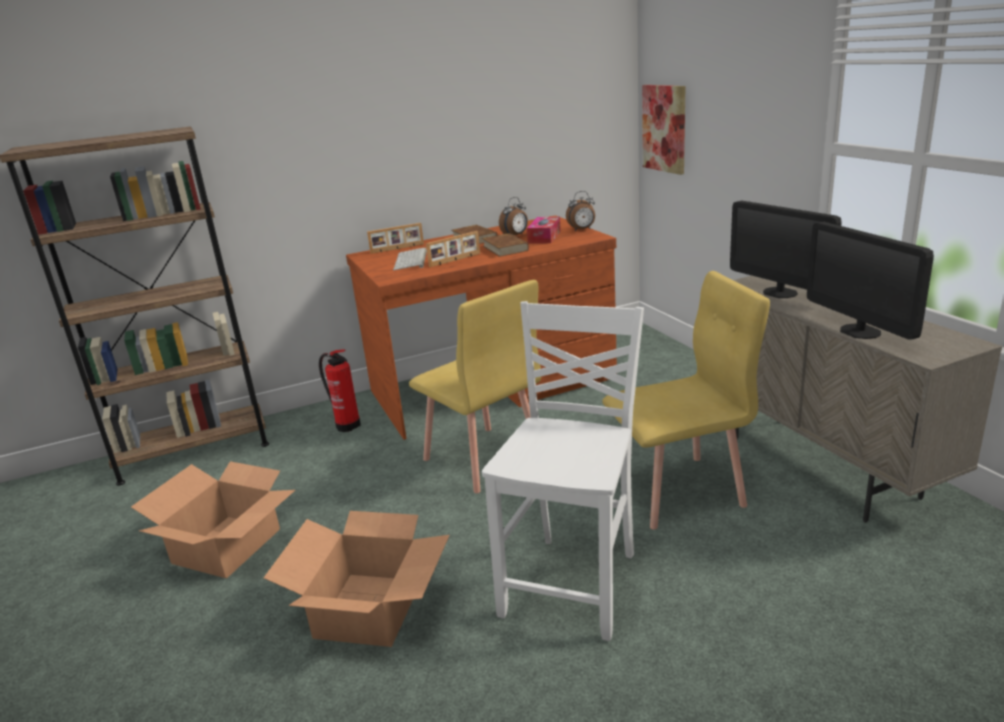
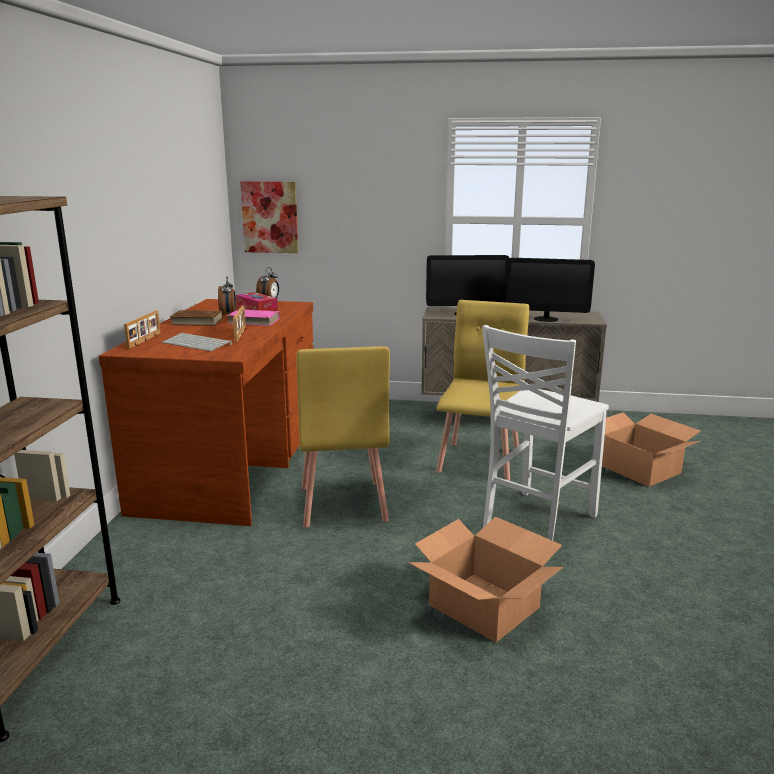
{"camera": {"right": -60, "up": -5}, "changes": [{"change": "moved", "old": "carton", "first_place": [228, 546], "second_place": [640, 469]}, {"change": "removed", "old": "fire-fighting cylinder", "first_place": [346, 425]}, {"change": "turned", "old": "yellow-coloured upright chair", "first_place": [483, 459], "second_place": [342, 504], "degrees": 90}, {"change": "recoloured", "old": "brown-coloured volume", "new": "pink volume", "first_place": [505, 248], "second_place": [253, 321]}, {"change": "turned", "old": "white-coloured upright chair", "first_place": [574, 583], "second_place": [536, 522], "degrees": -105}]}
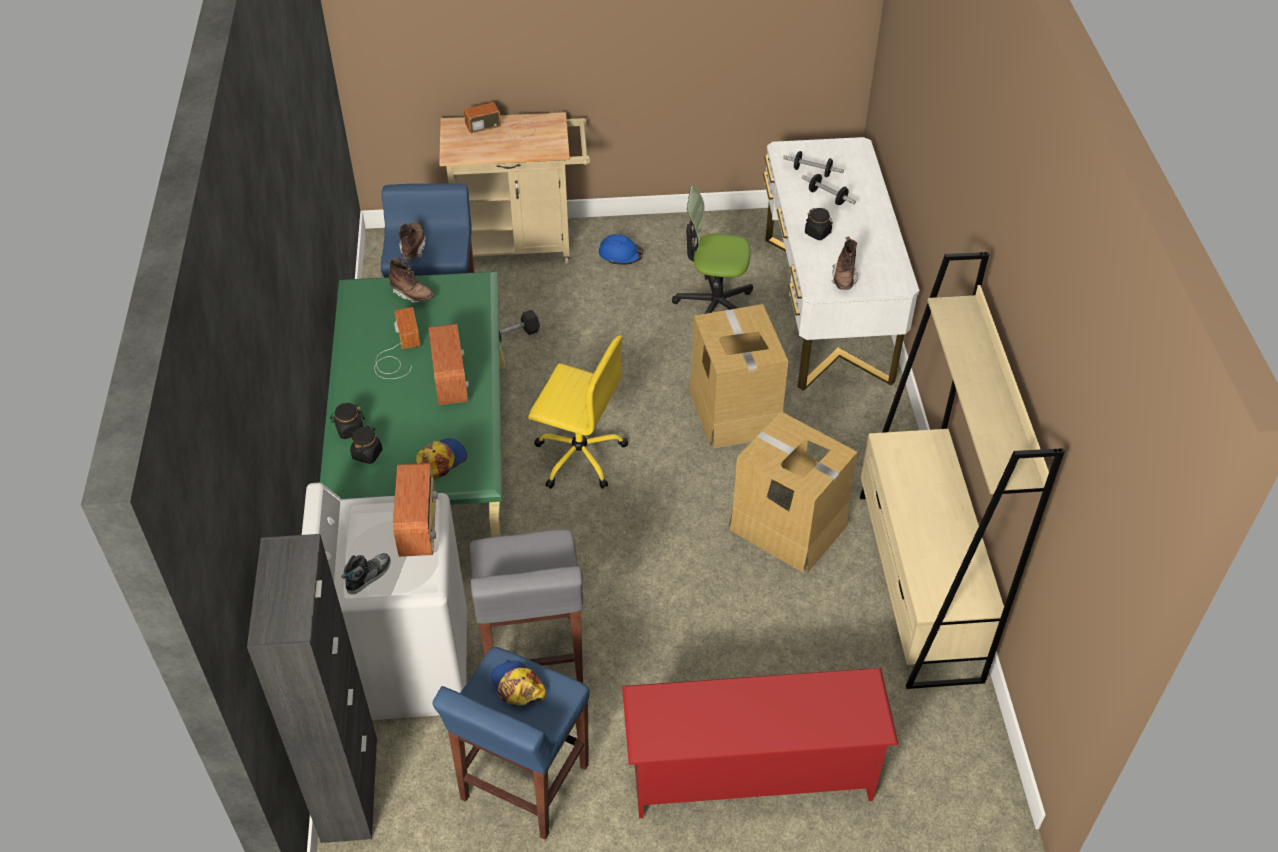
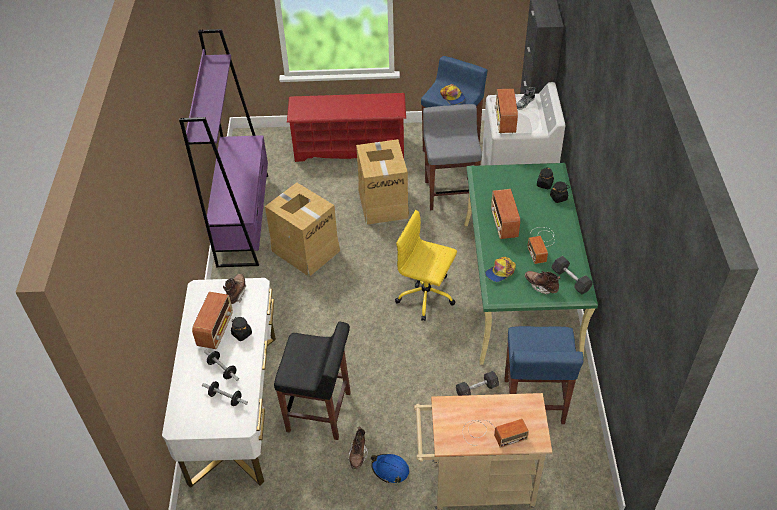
{"camera": {"right": -175, "up": 0}, "changes": [{"change": "moved", "old": "brown-coloured high-top boot", "first_place": [413, 247], "second_place": [358, 455]}, {"change": "moved", "old": "cap", "first_place": [441, 460], "second_place": [500, 272]}, {"change": "replaced", "old": "office chair", "new": "black-coloured stool seat", "first_place": [714, 305], "second_place": [320, 412]}, {"change": "moved", "old": "carton", "first_place": [734, 411], "second_place": [383, 203]}, {"change": "recoloured", "old": "beige-coloured bookcase", "new": "purple bookcase", "first_place": [918, 585], "second_place": [243, 218]}, {"change": "added", "new": "radio set", "second_place": [216, 330]}, {"change": "added", "new": "gray free weight", "second_place": [570, 280]}]}
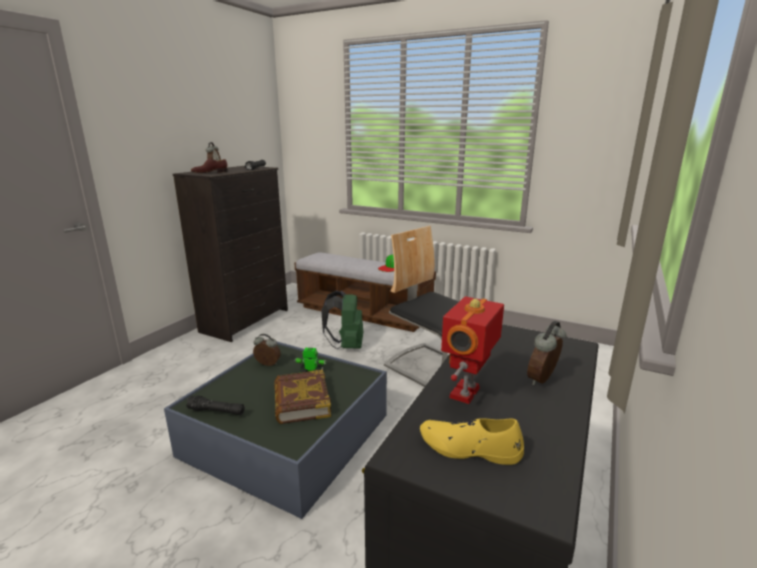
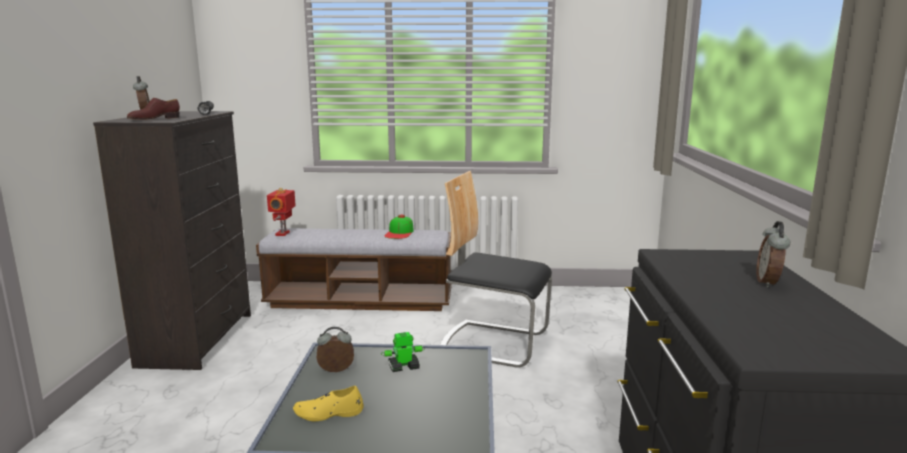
{"camera": {"right": -25, "up": -5}, "changes": [{"change": "removed", "old": "black-coloured flashlight", "first_place": [216, 411]}, {"change": "removed", "old": "volume", "first_place": [301, 401]}, {"change": "removed", "old": "greenish rucksack", "first_place": [346, 346]}, {"change": "moved", "old": "yellow-coloured low shoe", "first_place": [469, 448], "second_place": [328, 413]}, {"change": "moved", "old": "model robot", "first_place": [467, 393], "second_place": [283, 234]}]}
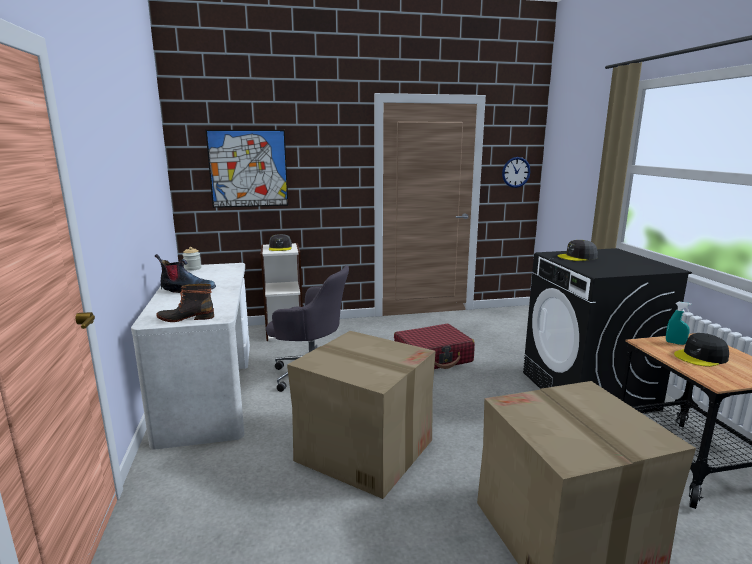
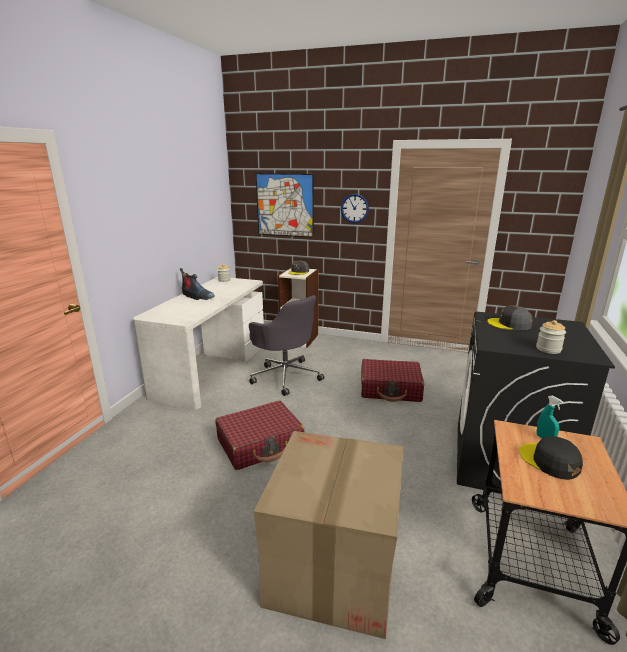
{"camera": {"right": 30, "up": 5}, "changes": [{"change": "removed", "old": "high-top boot", "first_place": [186, 318]}, {"change": "replaced", "old": "carton", "new": "red-coloured suitcase", "first_place": [364, 449], "second_place": [260, 444]}, {"change": "moved", "old": "hanging clock", "first_place": [516, 172], "second_place": [354, 208]}, {"change": "turned", "old": "black-coloured cap", "first_place": [701, 357], "second_place": [549, 461], "degrees": 45}, {"change": "added", "new": "preserve jar", "second_place": [548, 349]}]}
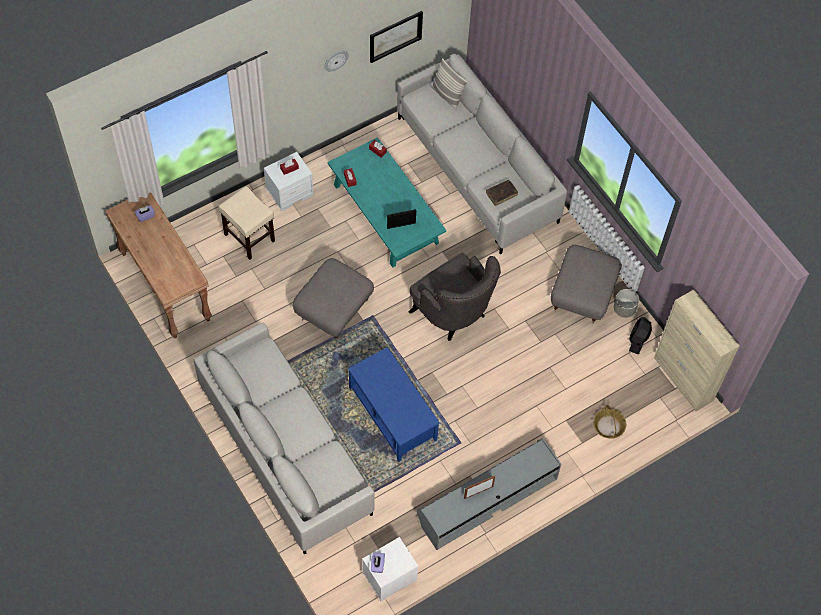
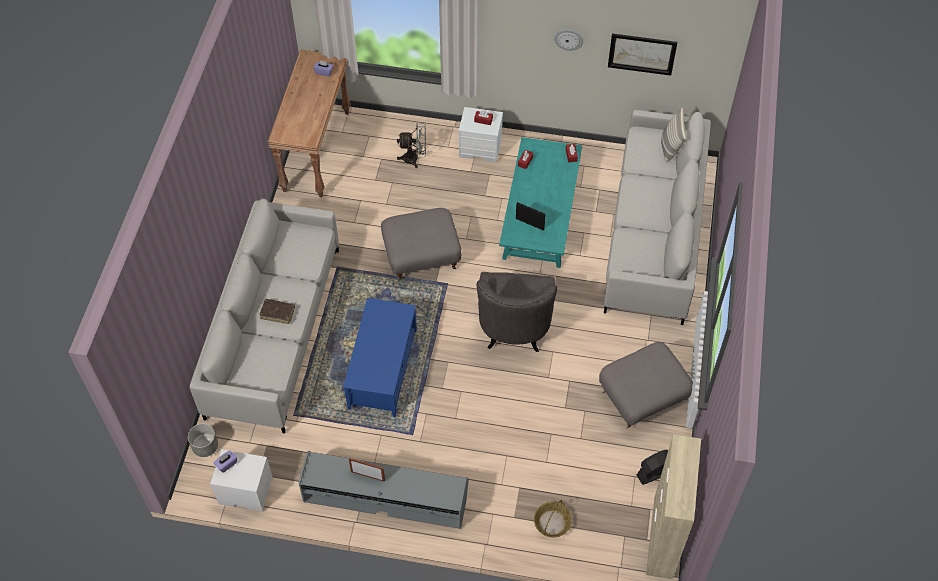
{"camera": {"right": 45, "up": -5}, "changes": [{"change": "replaced", "old": "beige-coloured stool seat", "new": "gray fan", "first_place": [249, 237], "second_place": [414, 159]}, {"change": "moved", "old": "brown-coloured volume", "first_place": [501, 194], "second_place": [277, 313]}, {"change": "moved", "old": "gray planter", "first_place": [624, 309], "second_place": [205, 446]}]}
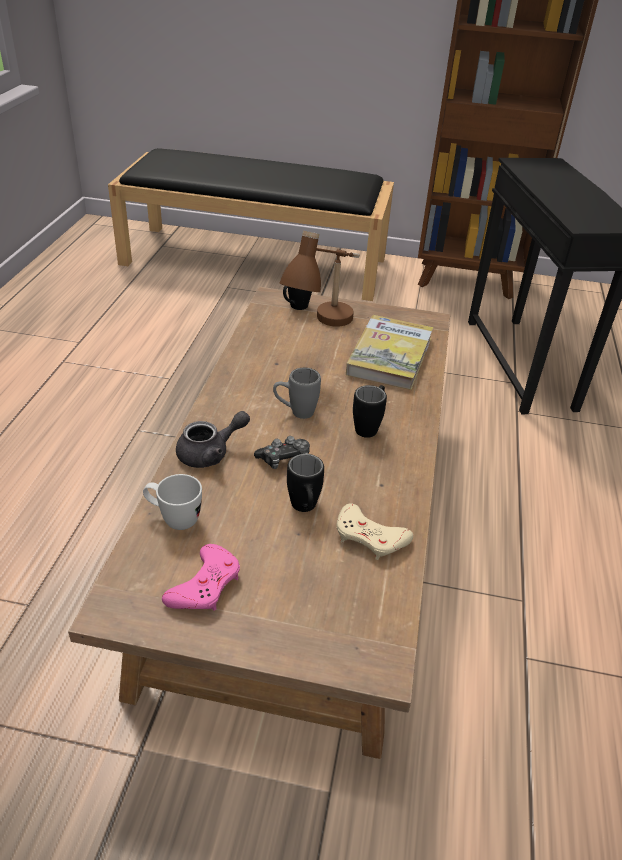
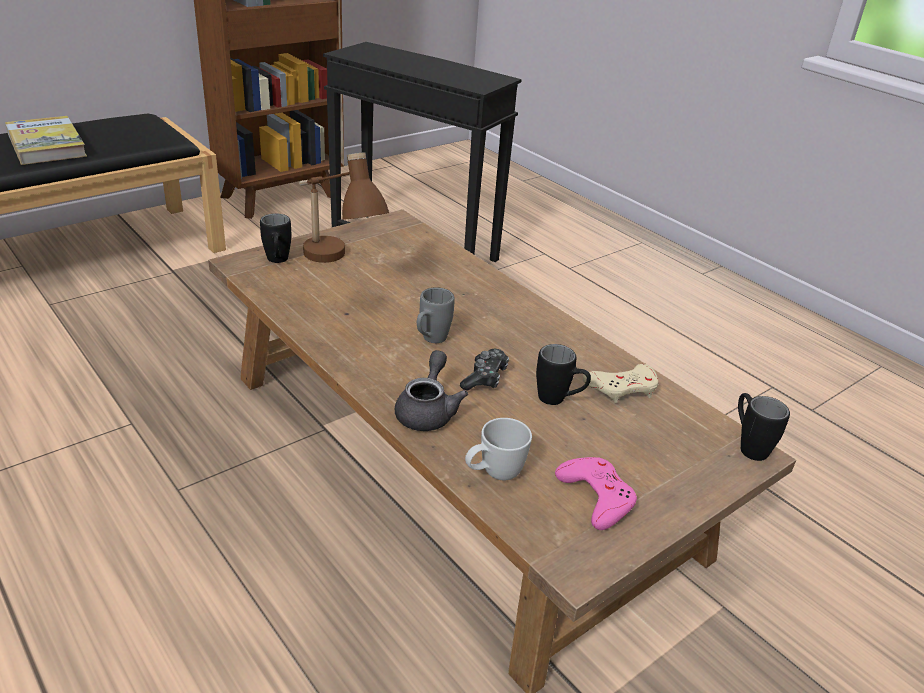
{"camera": {"right": -50, "up": -5}, "changes": [{"change": "moved", "old": "volume", "first_place": [390, 356], "second_place": [46, 145]}, {"change": "moved", "old": "black-coloured coffee mug", "first_place": [369, 426], "second_place": [748, 445]}]}
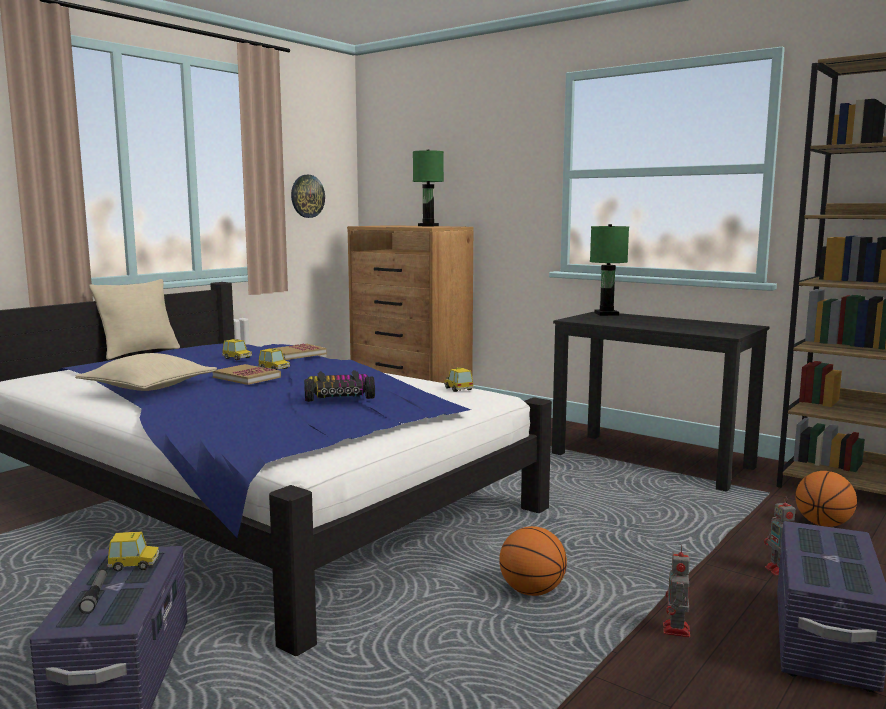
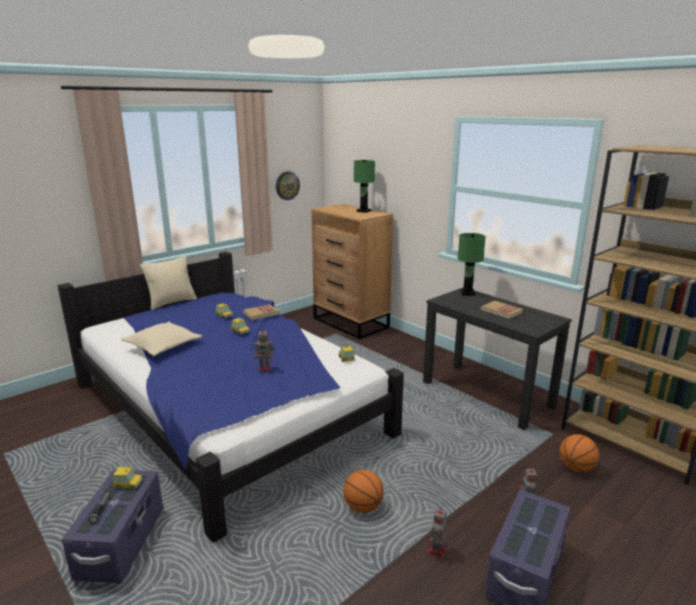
{"camera": {"right": 10, "up": 10}, "changes": [{"change": "moved", "old": "volume", "first_place": [247, 377], "second_place": [501, 311]}, {"change": "replaced", "old": "miniature car", "new": "model robot", "first_place": [339, 396], "second_place": [265, 368]}]}
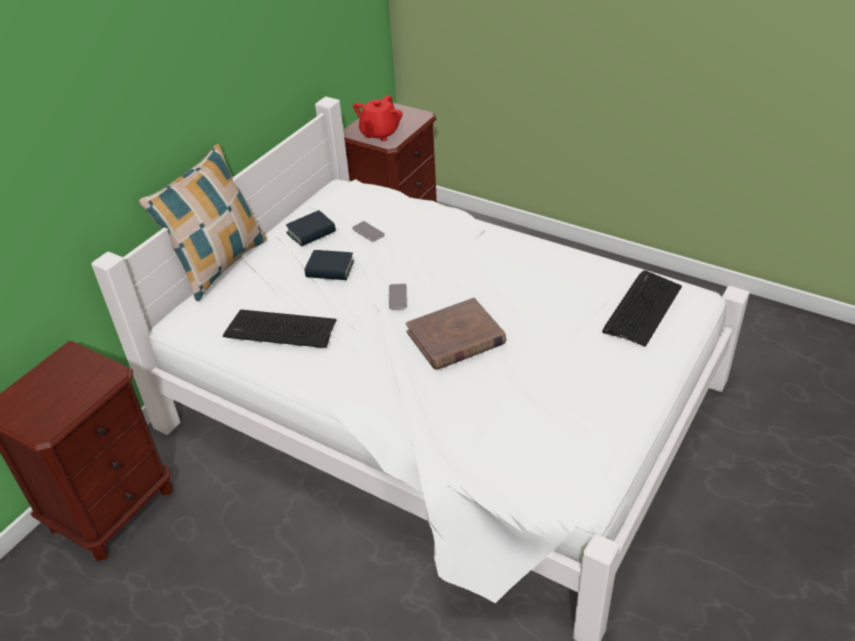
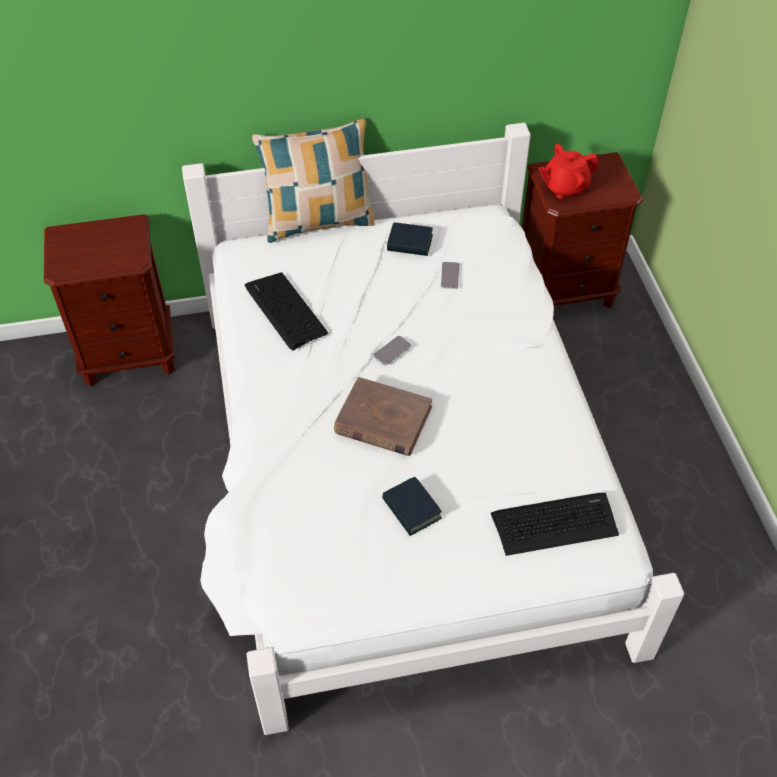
{"camera": {"right": 45, "up": 10}, "changes": [{"change": "moved", "old": "volume", "first_place": [330, 270], "second_place": [411, 509]}]}
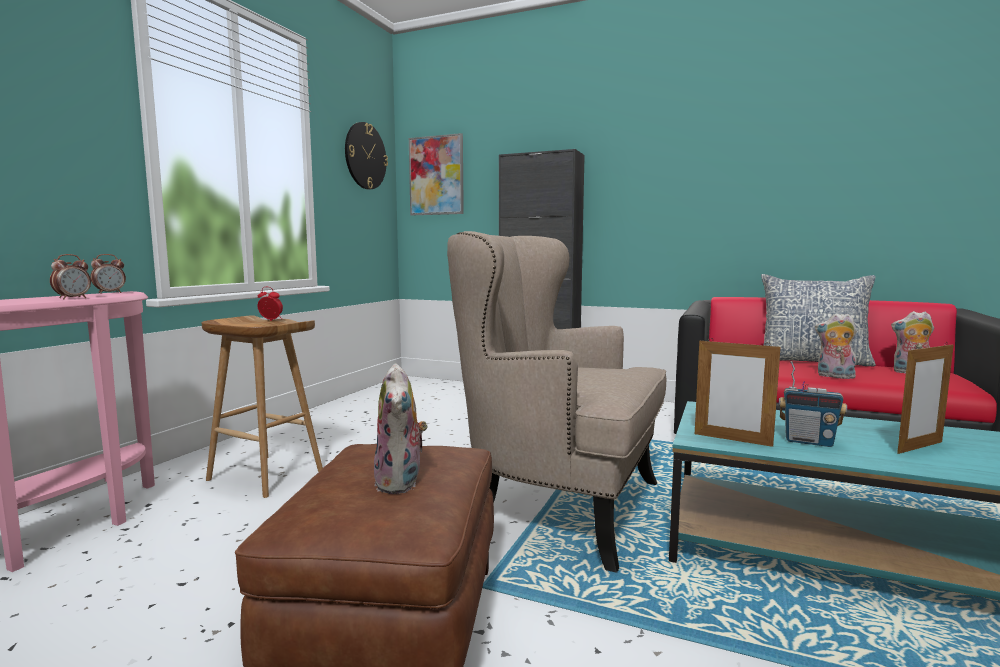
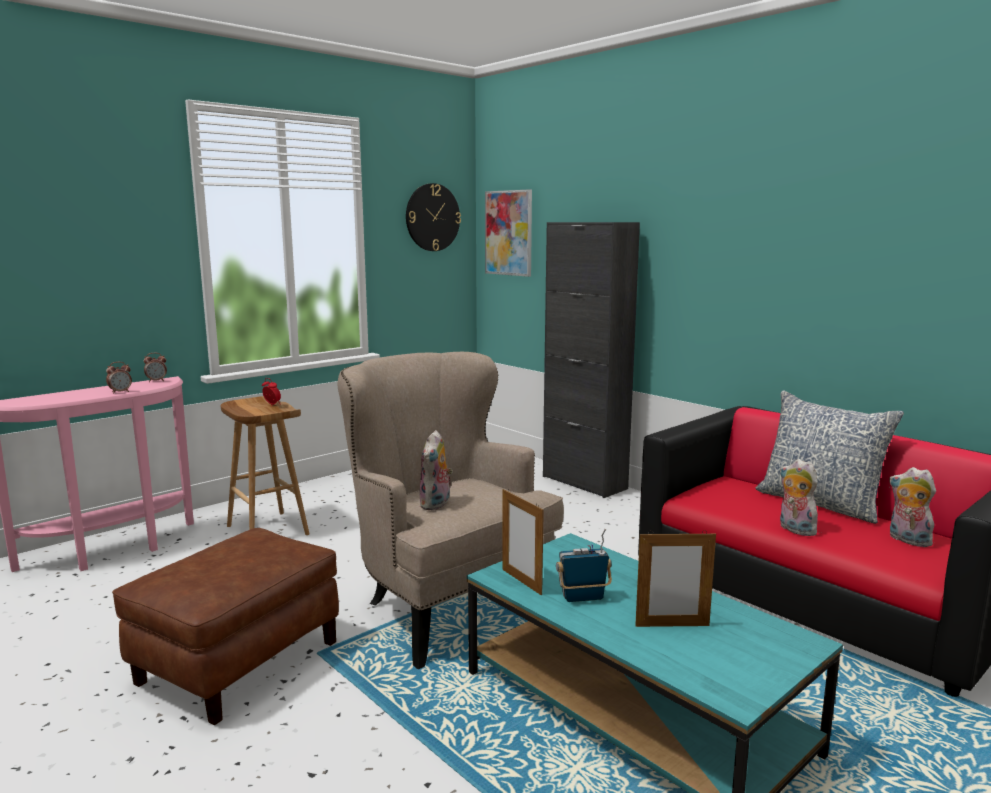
{"camera": {"right": 25, "up": 5}, "changes": [{"change": "moved", "old": "cuddly toy", "first_place": [401, 483], "second_place": [436, 504]}, {"change": "turned", "old": "radio set", "first_place": [808, 441], "second_place": [583, 597], "degrees": 120}]}
